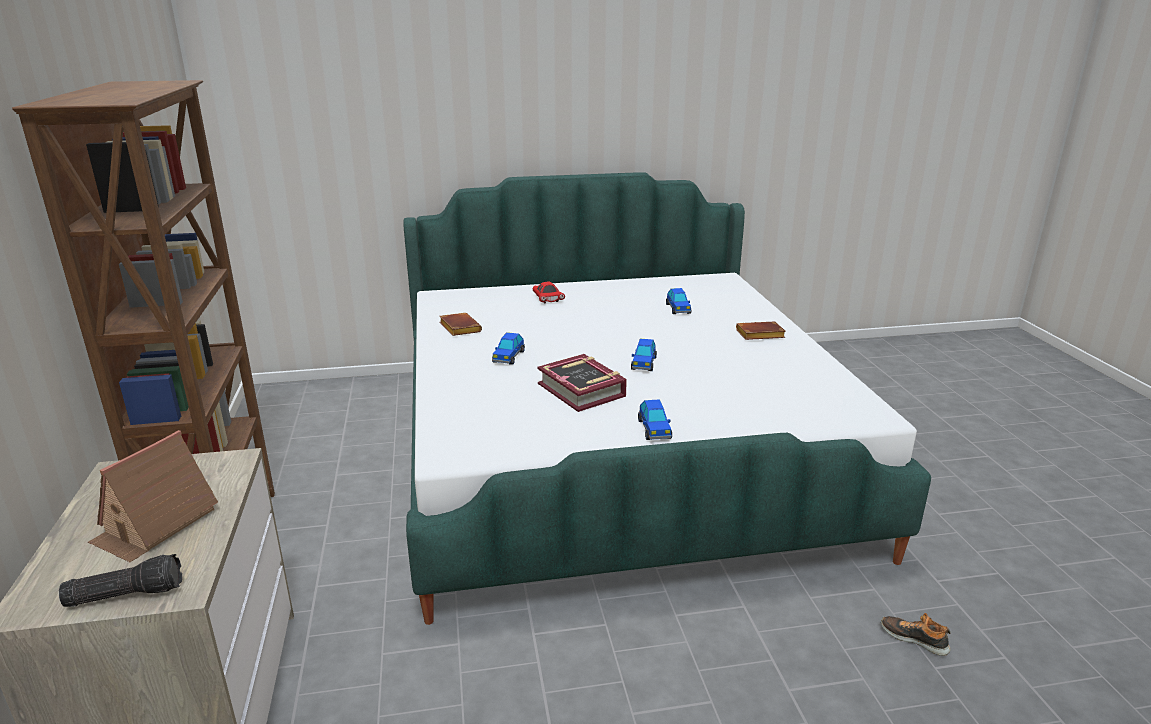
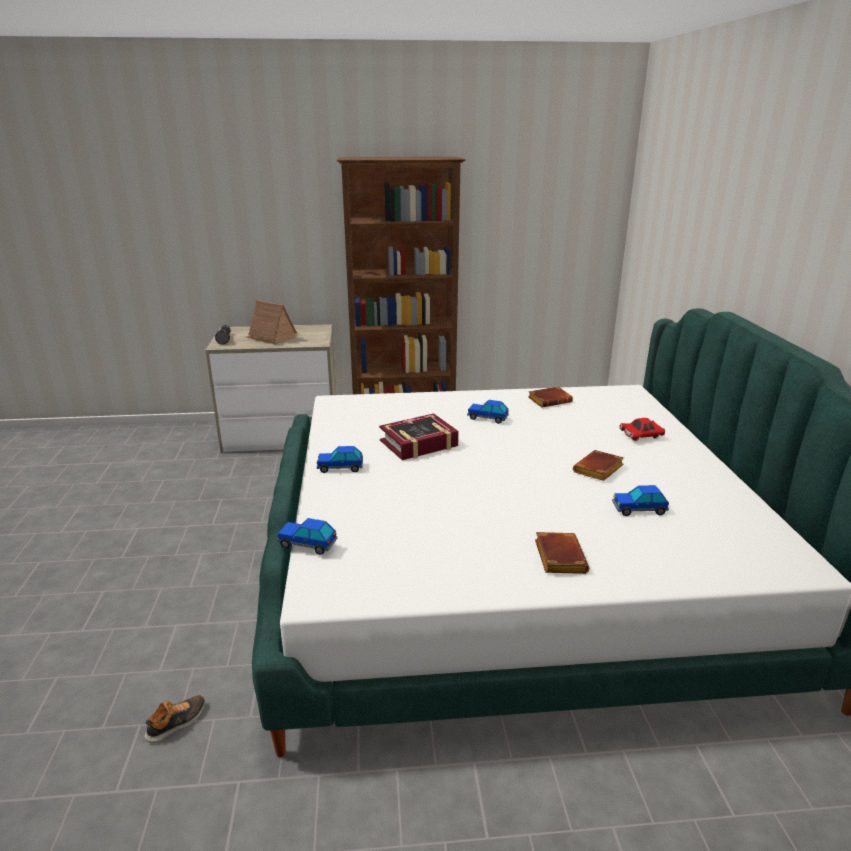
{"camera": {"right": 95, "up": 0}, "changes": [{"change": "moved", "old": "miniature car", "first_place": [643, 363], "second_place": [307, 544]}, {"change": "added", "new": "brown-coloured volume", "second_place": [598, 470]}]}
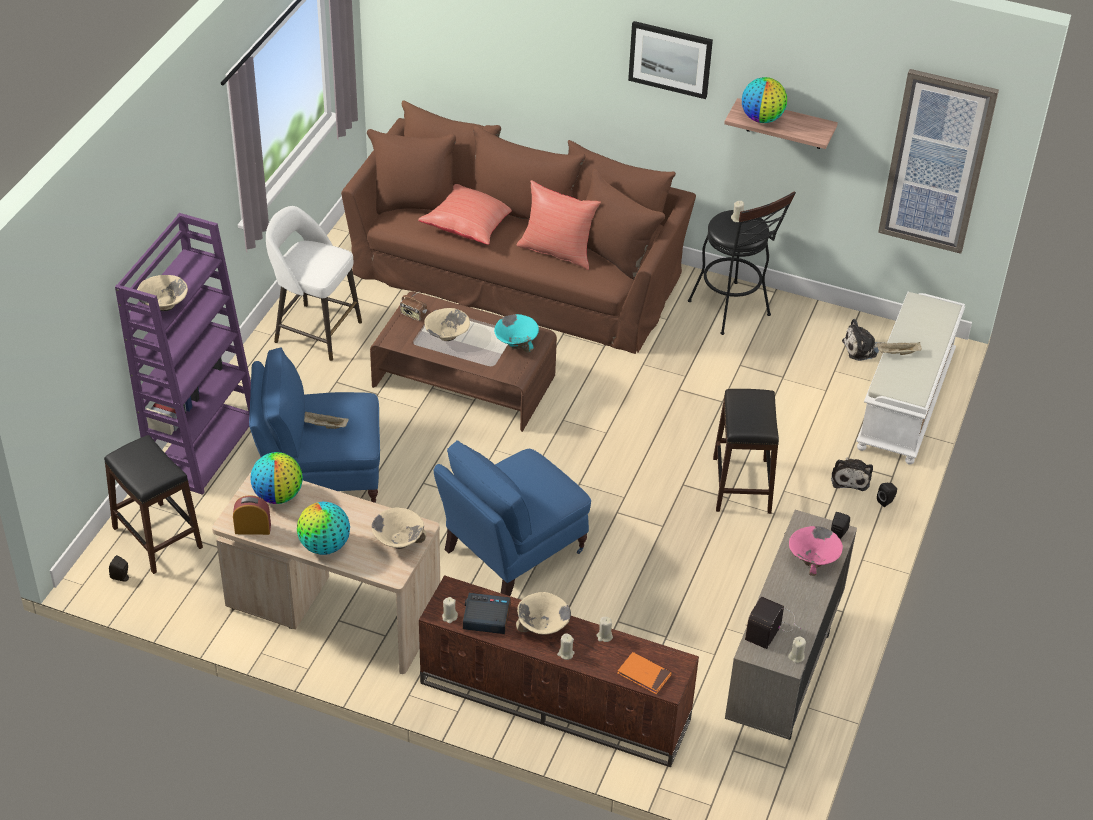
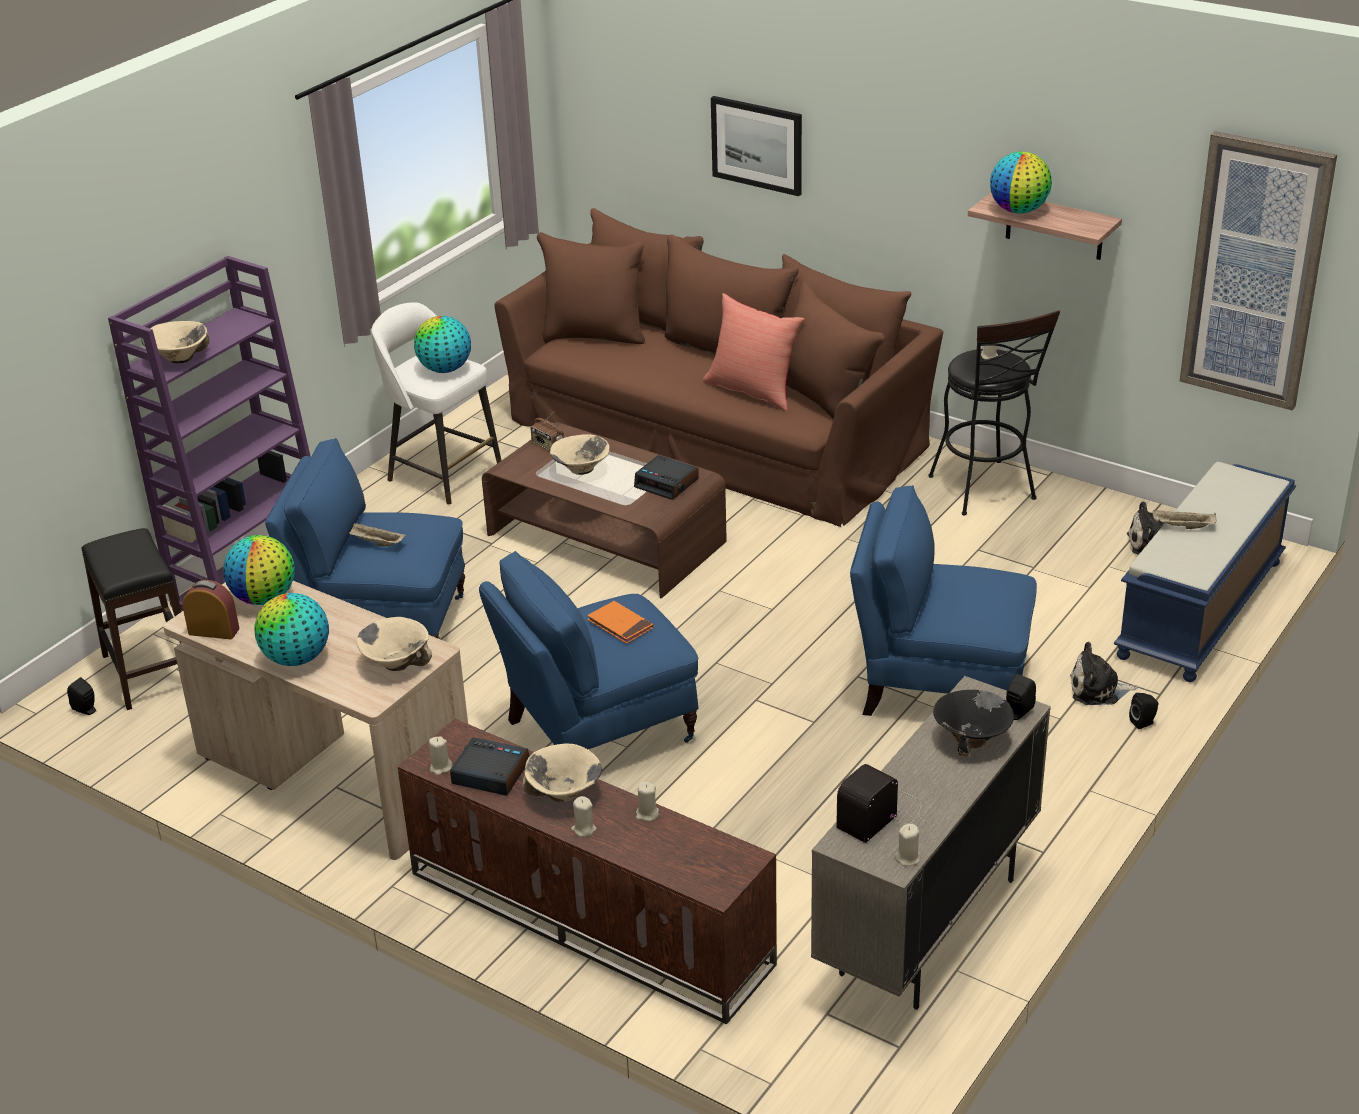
{"camera": {"right": 15, "up": -10}, "changes": [{"change": "removed", "old": "red-coloured throw pillow", "first_place": [470, 225]}, {"change": "replaced", "old": "turquoise-coloured serving bowl", "new": "table clock", "first_place": [516, 343], "second_place": [667, 483]}, {"change": "moved", "old": "orange-coloured volume", "first_place": [644, 675], "second_place": [620, 625]}, {"change": "moved", "old": "picture", "first_place": [670, 59], "second_place": [757, 145]}, {"change": "replaced", "old": "black-coloured stool seat", "new": "blue-coloured lounge chair", "first_place": [741, 485], "second_place": [938, 684]}, {"change": "recoloured", "old": "pink serving bowl", "new": "black-coloured serving bowl", "first_place": [813, 560], "second_place": [972, 739]}, {"change": "turned", "old": "cuddly toy", "first_place": [850, 477], "second_place": [1098, 690], "degrees": 75}, {"change": "recoloured", "old": "white-coloured bench", "new": "blue-coloured bench", "first_place": [906, 403], "second_place": [1201, 610]}, {"change": "added", "new": "globe", "second_place": [445, 369]}]}
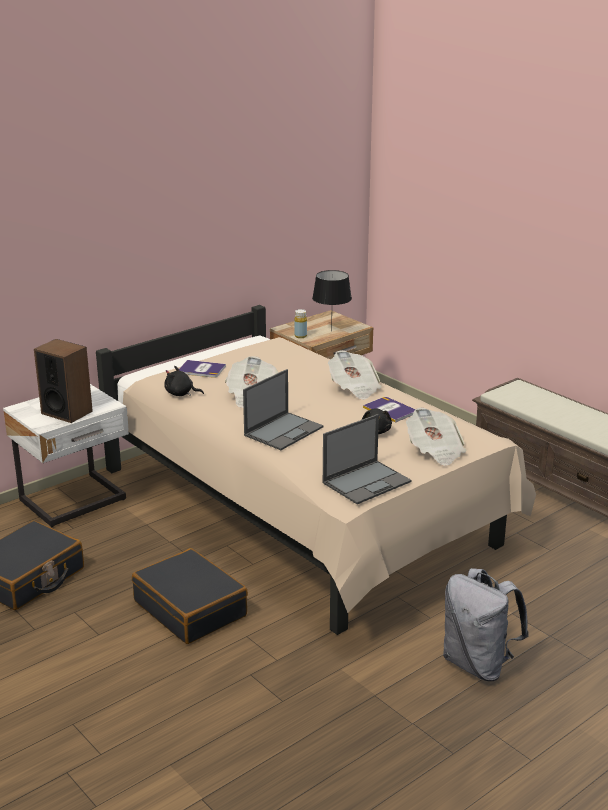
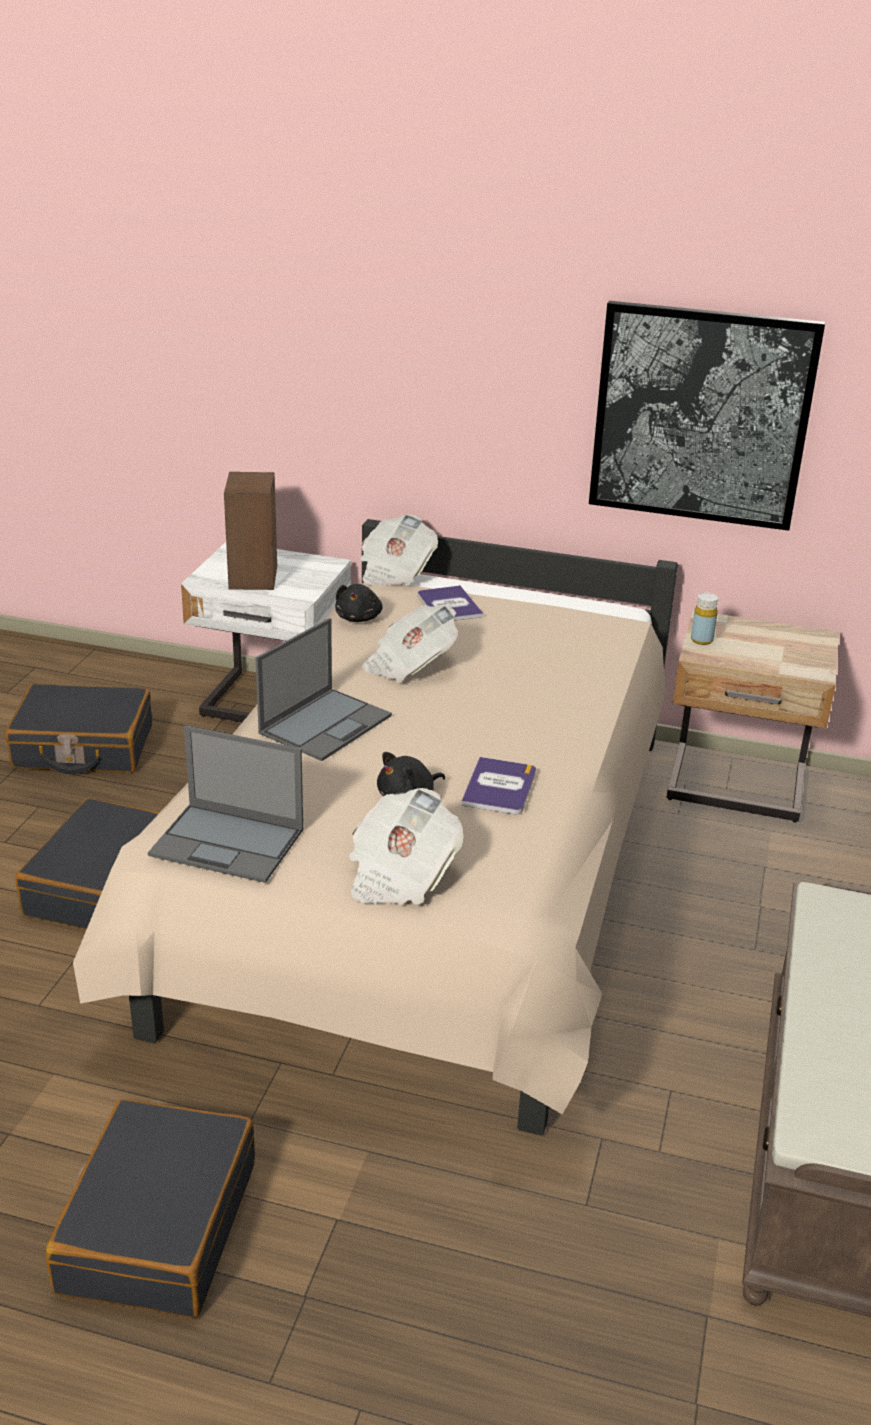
{"camera": {"right": 55, "up": 5}, "changes": [{"change": "turned", "old": "black-coloured cuddly toy", "first_place": [181, 394], "second_place": [359, 618], "degrees": -150}, {"change": "turned", "old": "laptop", "first_place": [284, 431], "second_place": [326, 724], "degrees": -60}, {"change": "removed", "old": "black-coloured tabletop lamp", "first_place": [331, 331]}, {"change": "moved", "old": "newspaper", "first_place": [354, 388], "second_place": [395, 572]}, {"change": "replaced", "old": "gray rucksack", "new": "black-coloured suitcase", "first_place": [478, 664], "second_place": [157, 1226]}, {"change": "added", "new": "picture", "second_place": [701, 416]}]}
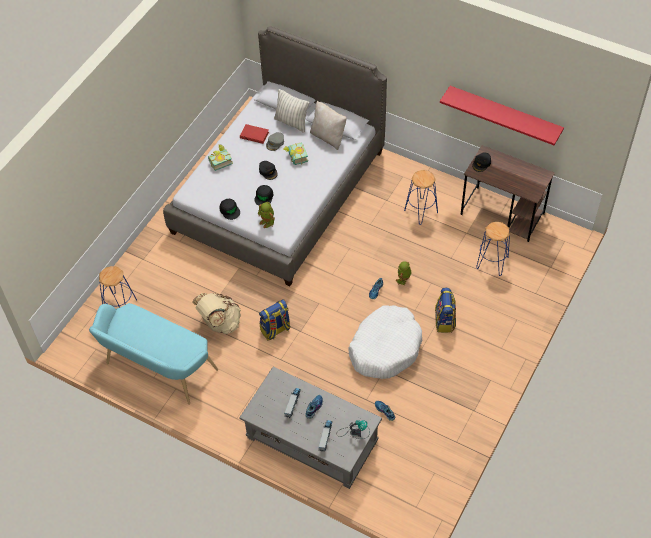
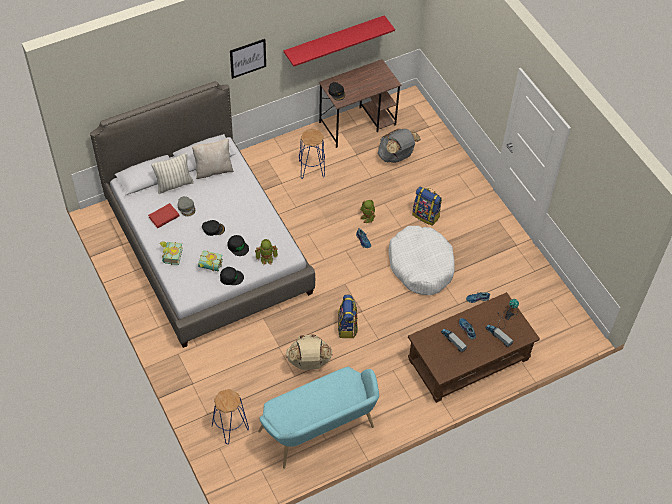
{"camera": {"right": -60, "up": 0}, "changes": [{"change": "recoloured", "old": "gray lounge table", "new": "brown-coloured lounge table", "first_place": [311, 439], "second_place": [468, 359]}, {"change": "moved", "old": "volume", "first_place": [295, 158], "second_place": [210, 266]}, {"change": "replaced", "old": "blue-coloured stool seat", "new": "gray rucksack", "first_place": [492, 262], "second_place": [396, 156]}, {"change": "added", "new": "picture", "second_place": [248, 58]}]}
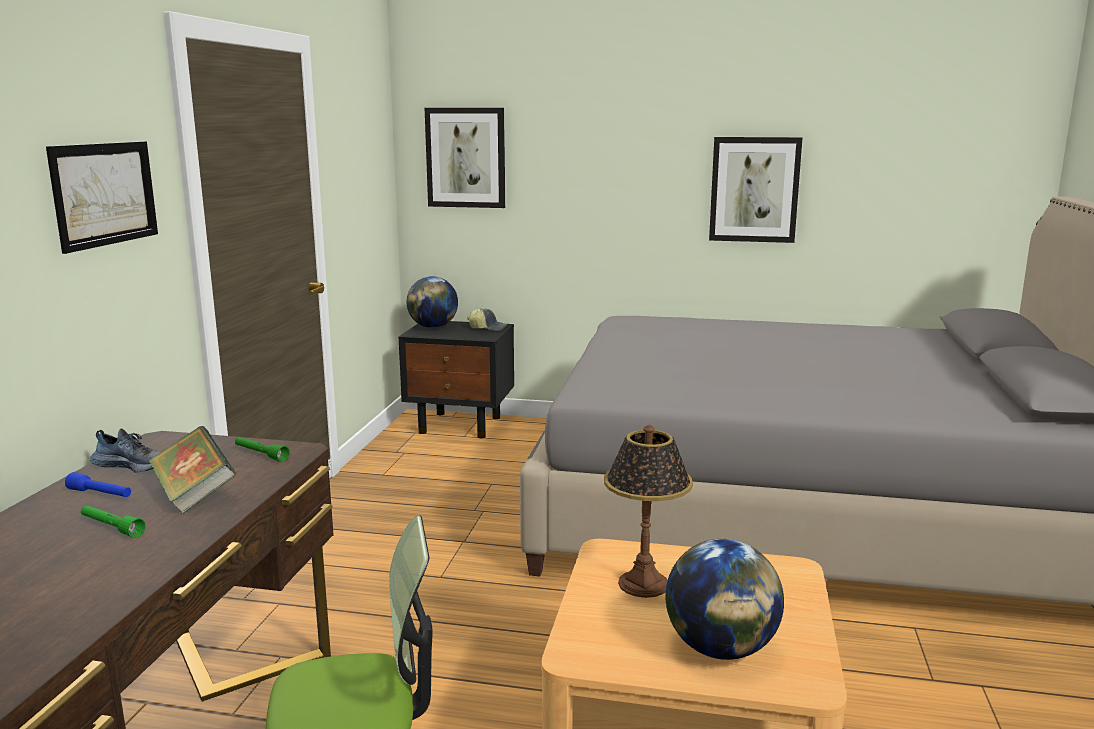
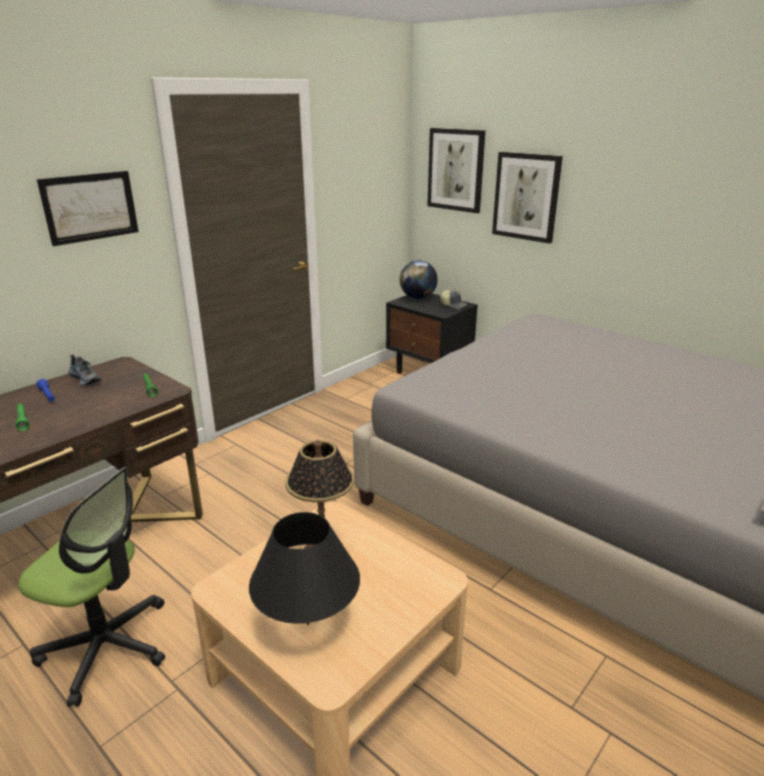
{"camera": {"right": 30, "up": 10}, "changes": [{"change": "removed", "old": "volume", "first_place": [194, 495]}, {"change": "replaced", "old": "globe", "new": "black-coloured tabletop lamp", "first_place": [720, 649], "second_place": [308, 624]}, {"change": "moved", "old": "picture", "first_place": [754, 189], "second_place": [526, 197]}]}
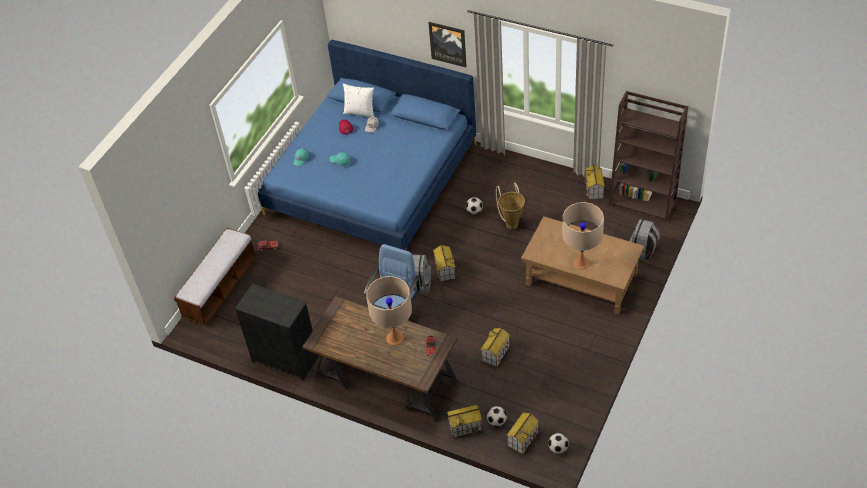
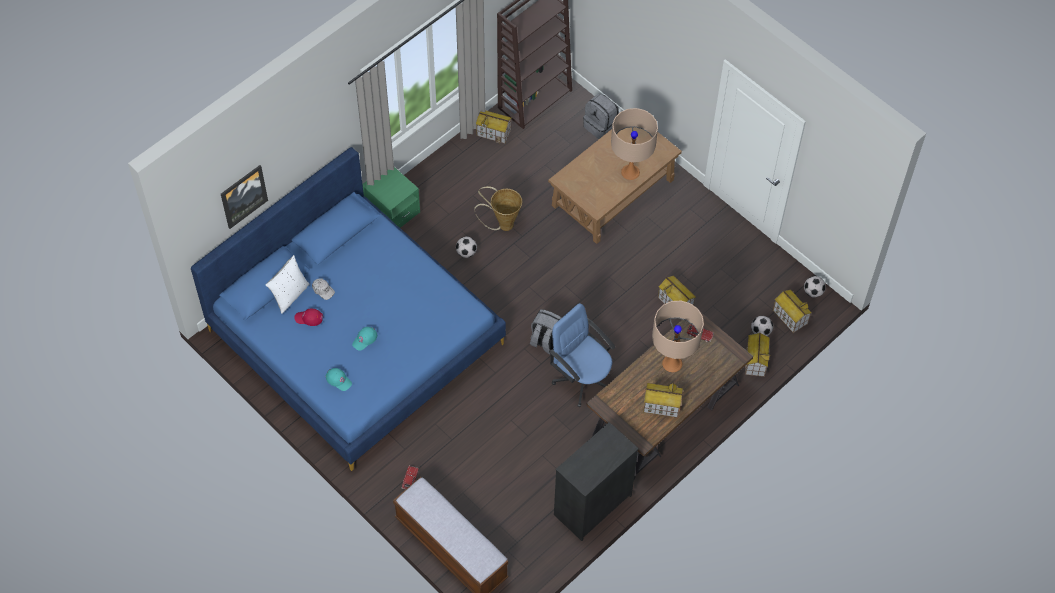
{"camera": {"right": -75, "up": 10}, "changes": [{"change": "moved", "old": "picture", "first_place": [448, 44], "second_place": [243, 196]}, {"change": "moved", "old": "toy house", "first_place": [444, 270], "second_place": [661, 406]}, {"change": "added", "new": "greenish nightstand", "second_place": [392, 211]}]}
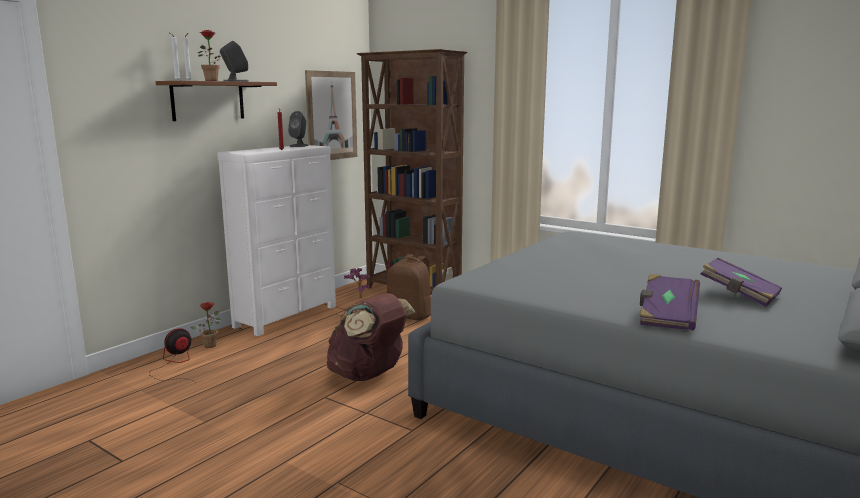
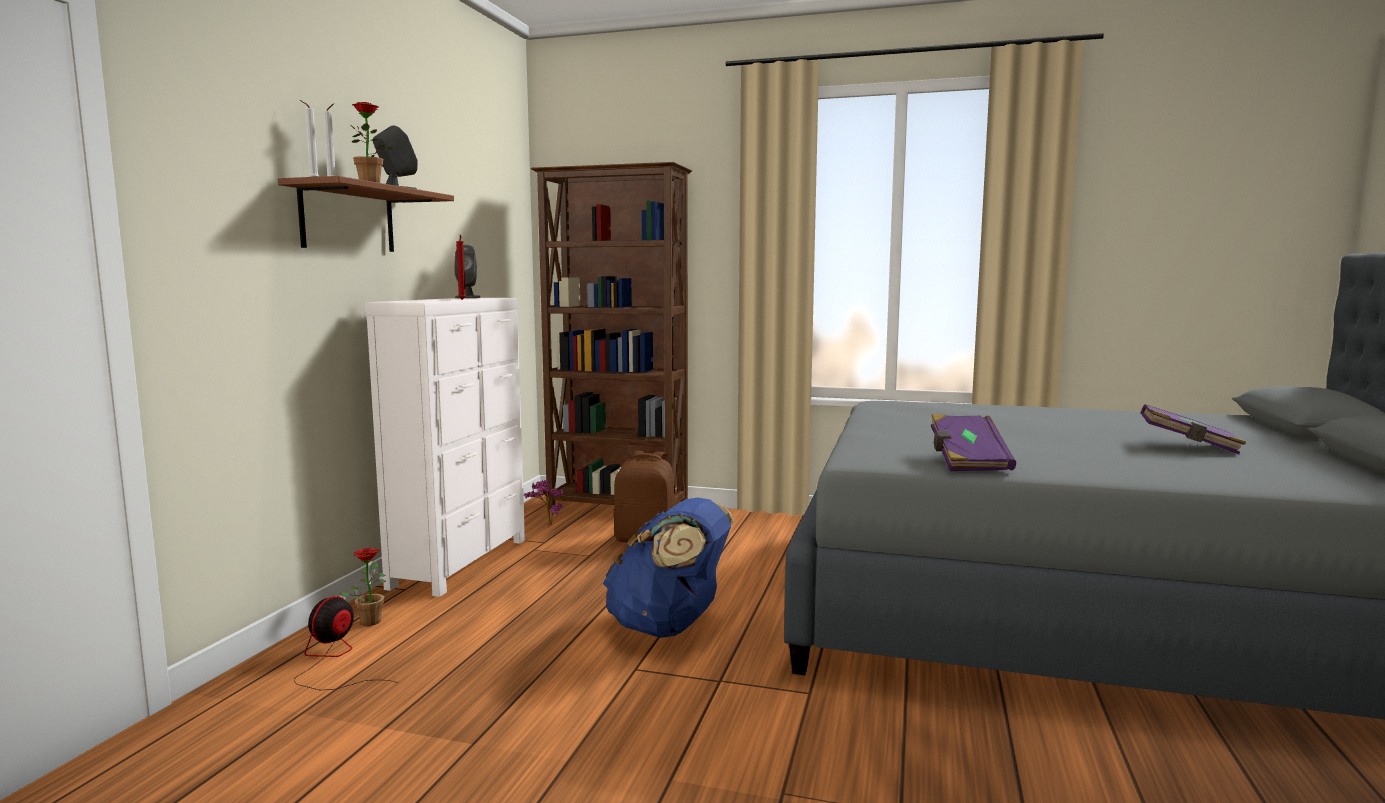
{"camera": {"right": -20, "up": -5}, "changes": [{"change": "removed", "old": "picture", "first_place": [331, 116]}, {"change": "recoloured", "old": "brown-coloured rucksack", "new": "blue-coloured rucksack", "first_place": [369, 375], "second_place": [669, 627]}, {"change": "moved", "old": "purple volume", "first_place": [666, 317], "second_place": [967, 462]}]}
